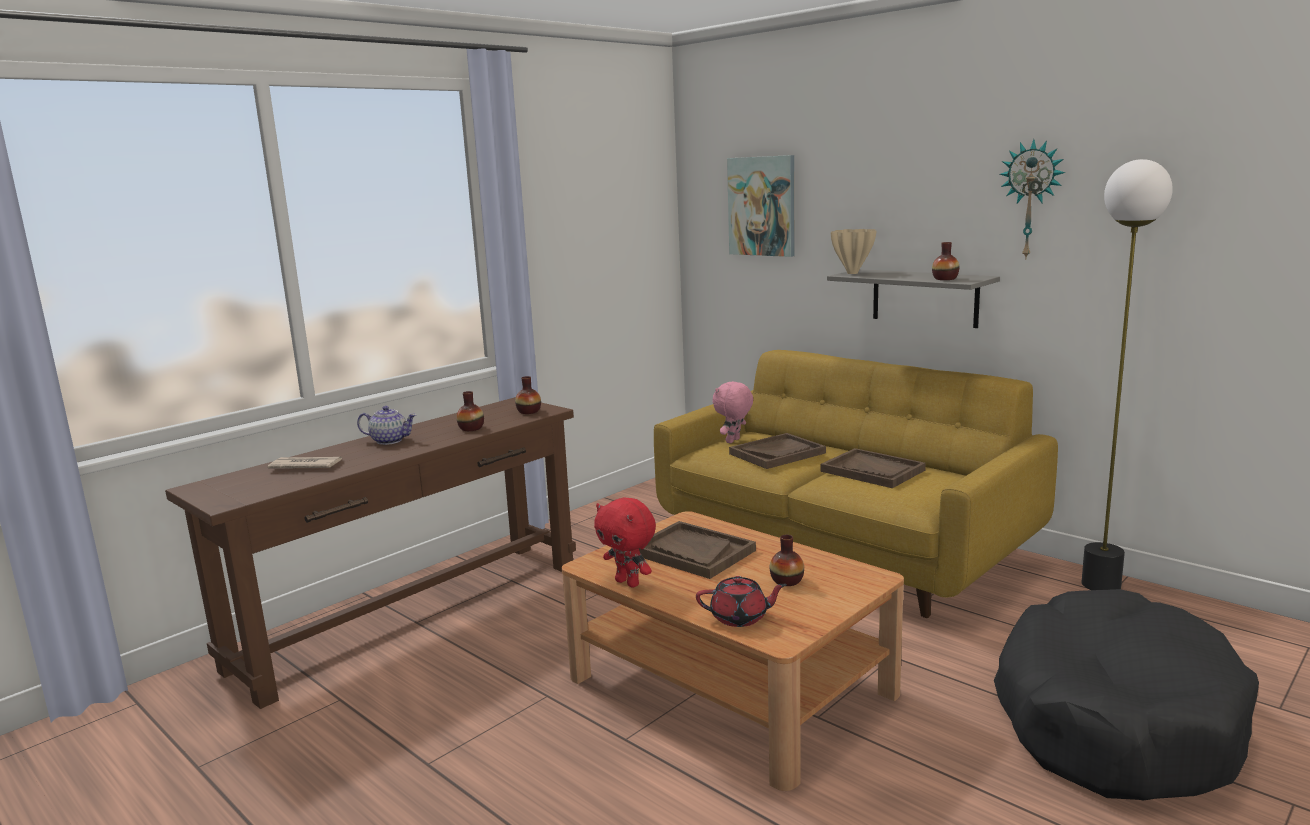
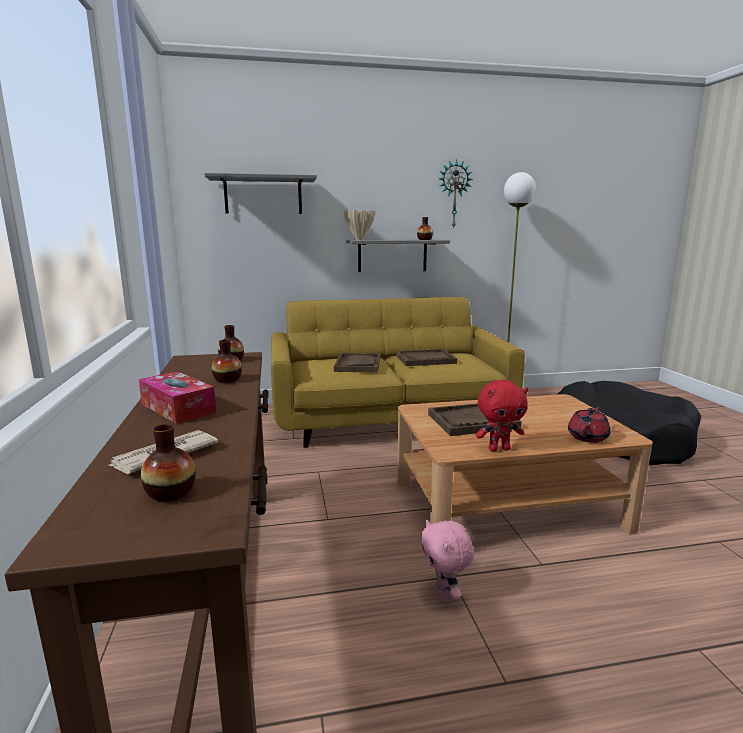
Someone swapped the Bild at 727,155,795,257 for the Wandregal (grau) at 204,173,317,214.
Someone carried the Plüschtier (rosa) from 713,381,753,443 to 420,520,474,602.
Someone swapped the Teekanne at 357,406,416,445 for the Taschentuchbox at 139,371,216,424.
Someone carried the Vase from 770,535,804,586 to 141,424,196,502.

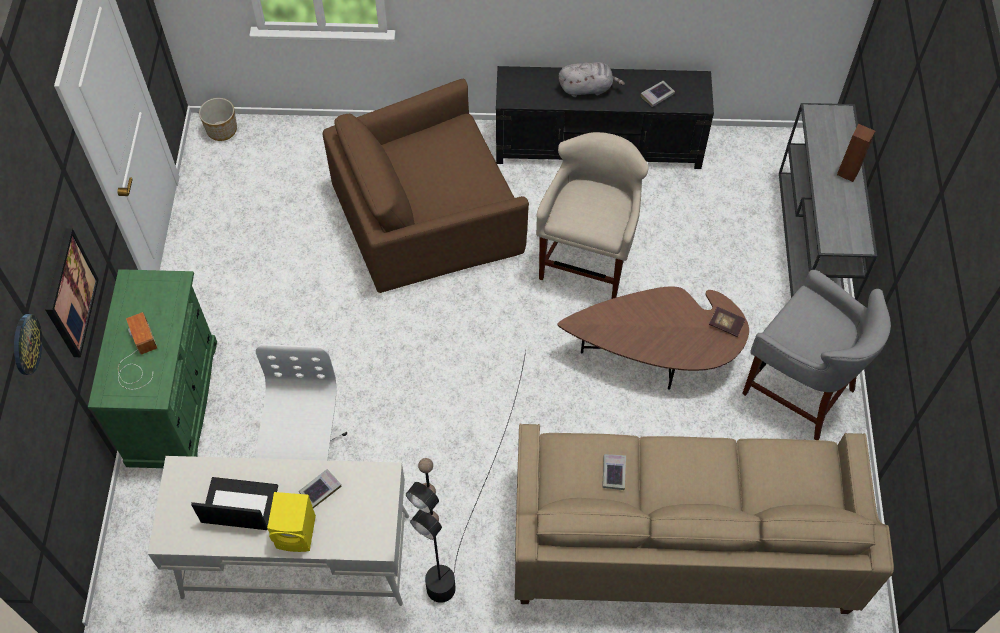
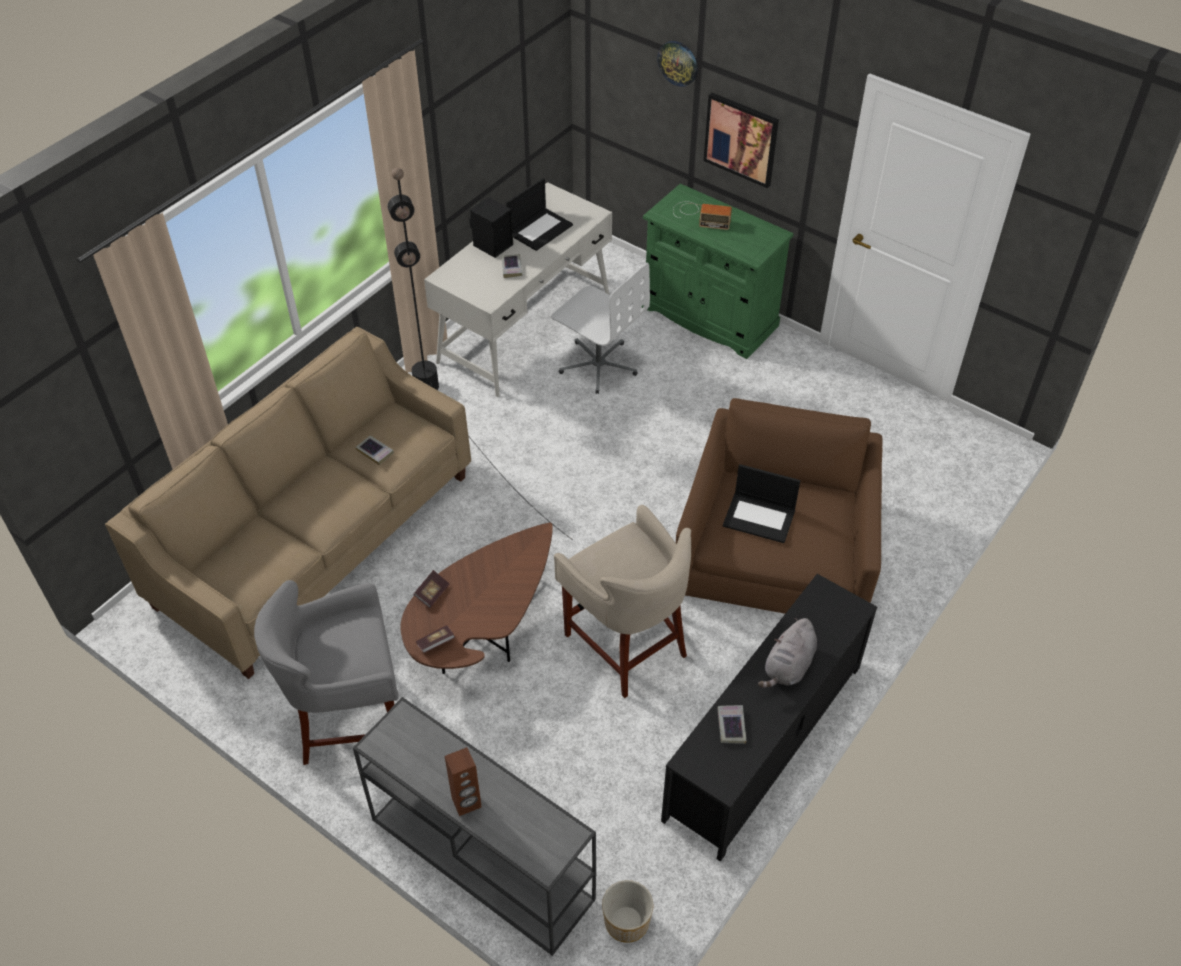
Someone carried the Pflanzkübel from 199,98,237,141 to 602,880,653,943.
Someone repainted the Lautsprecher (gelb) at 267,492,316,552, which became the Lautsprecher (schwarz) at 470,197,513,258.
Someone put down the Laptop at 723,464,800,543.
Someone put down the Buch at 413,570,449,608.

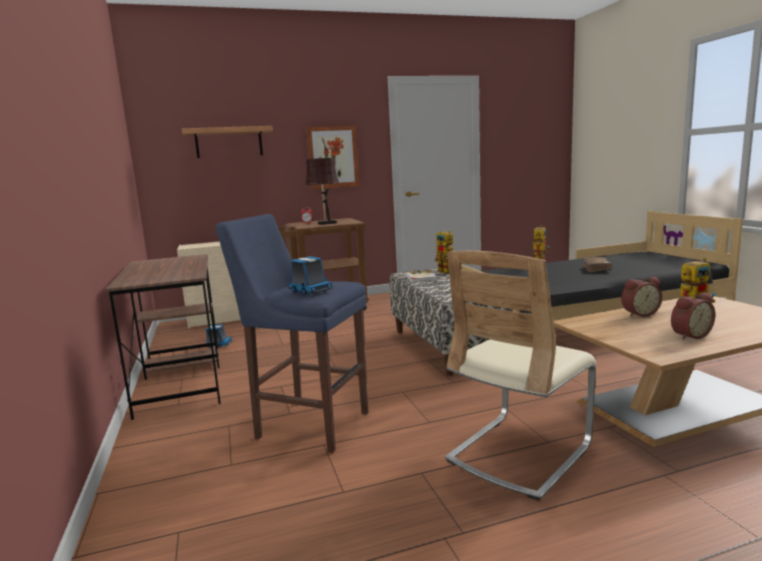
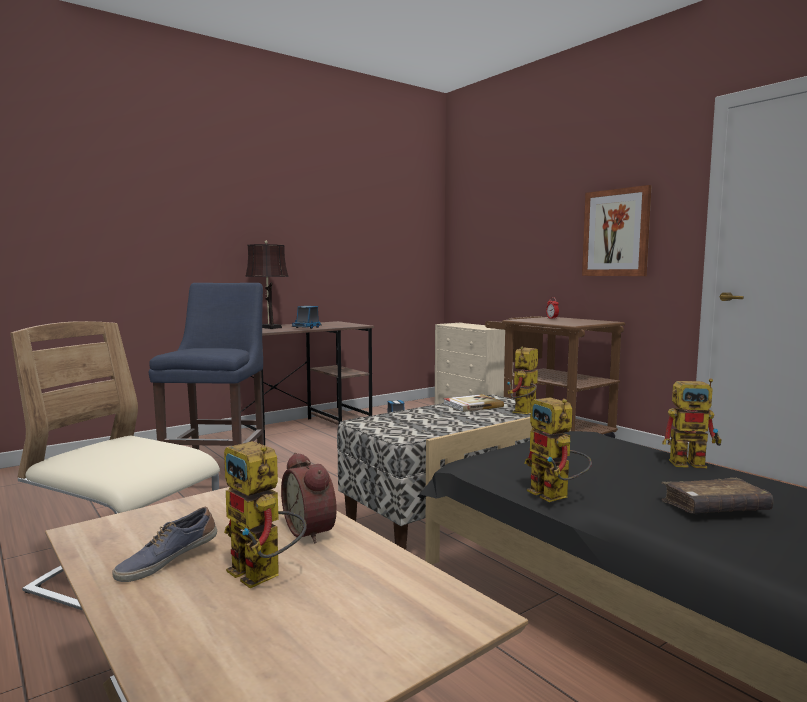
Someone took away the Wandregal at 182,126,273,158.
Someone carried the Tischlampe (braun) from 305,155,339,225 to 245,241,289,329.
Someone carried the Spielzeuglaster from 288,256,333,295 to 292,306,322,329.
Someone swapped the Wecker at 671,292,715,340 for the Schuh at 112,507,217,582.
Someone put down the Spielzeugroboter at 524,397,592,502.

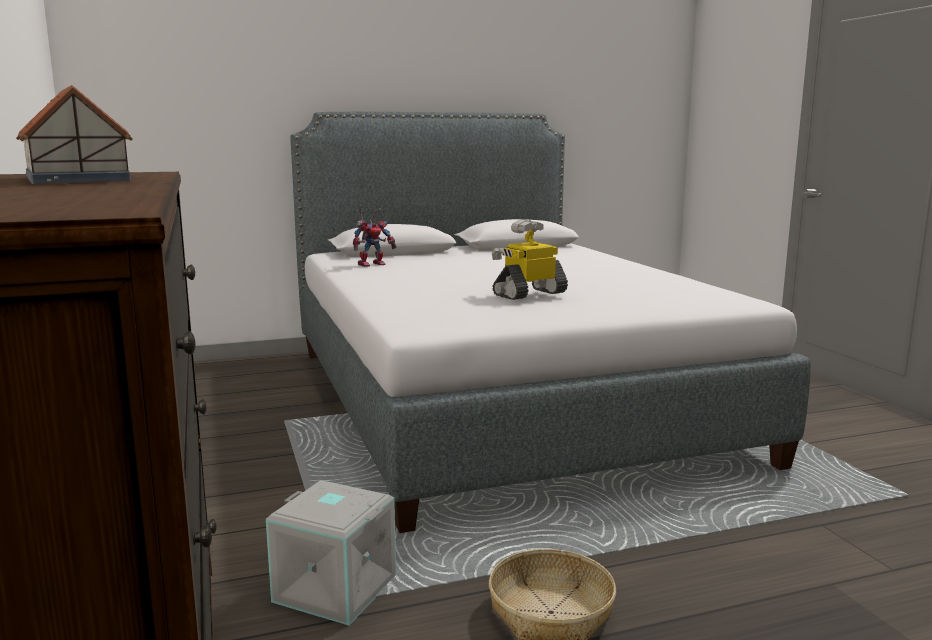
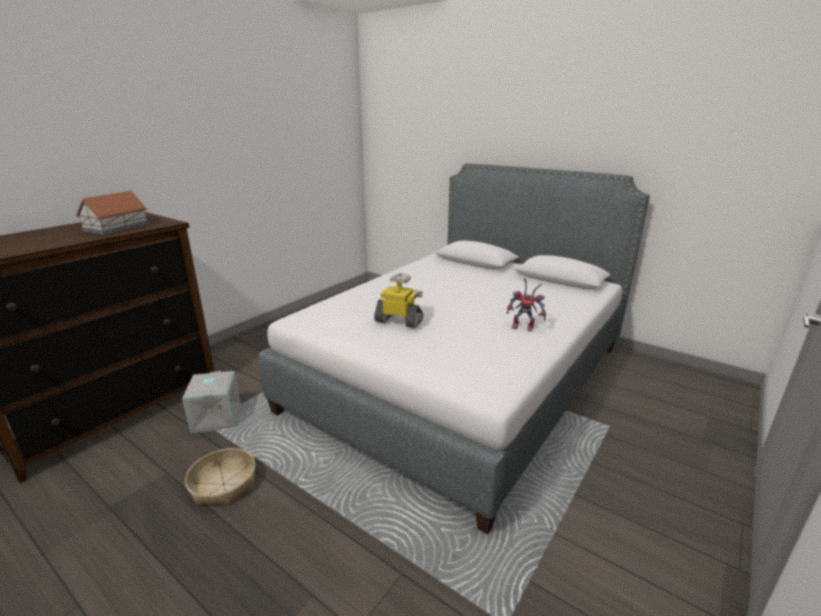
Someone carried the Spielzeugroboter from 353,205,397,267 to 506,278,546,331.

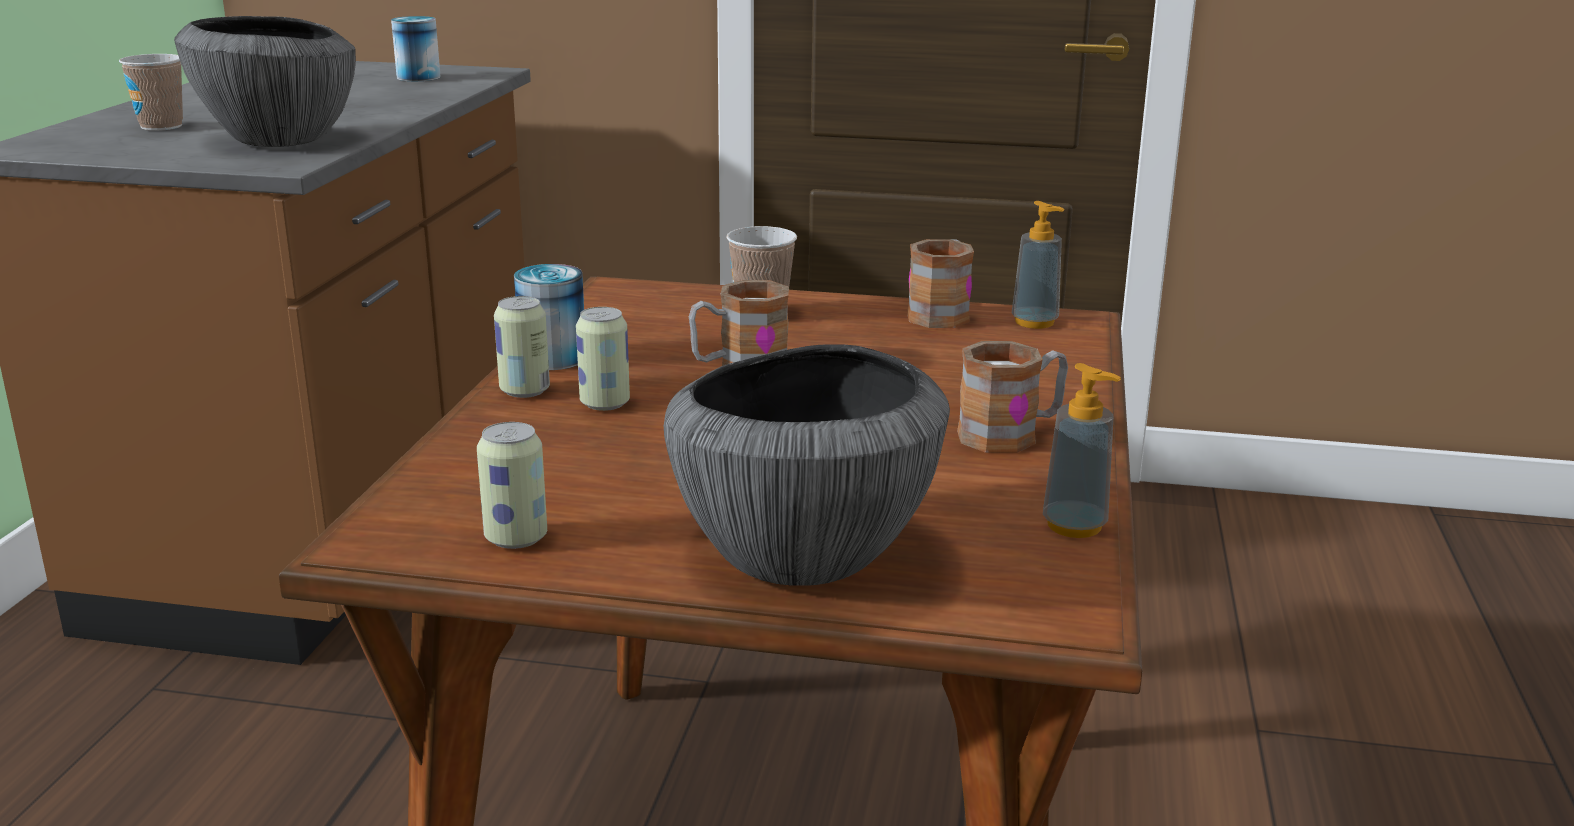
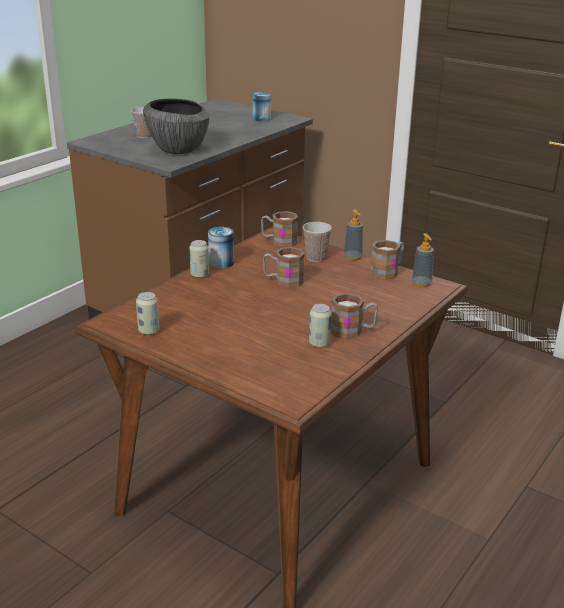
Someone carried the Dose from 576,307,630,411 to 309,304,332,348.
Someone took away the Schüssel at 664,344,950,586.
Someone carried the Seifenspender from 1043,363,1121,538 to 344,209,363,261.
Someone put down the Henkelbecher at 261,211,298,248.

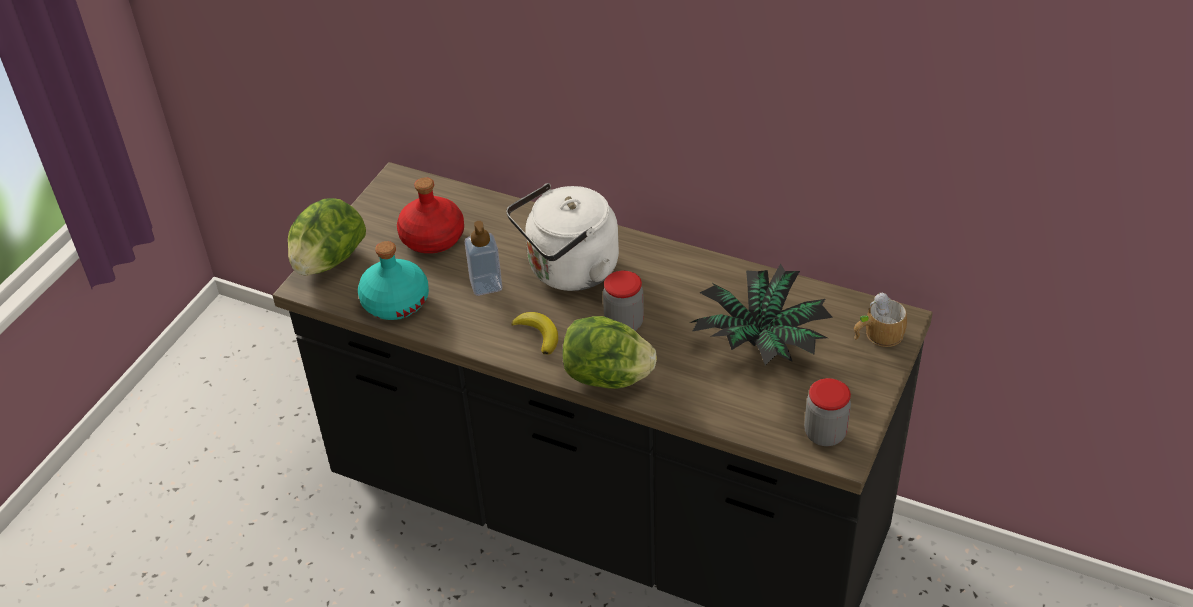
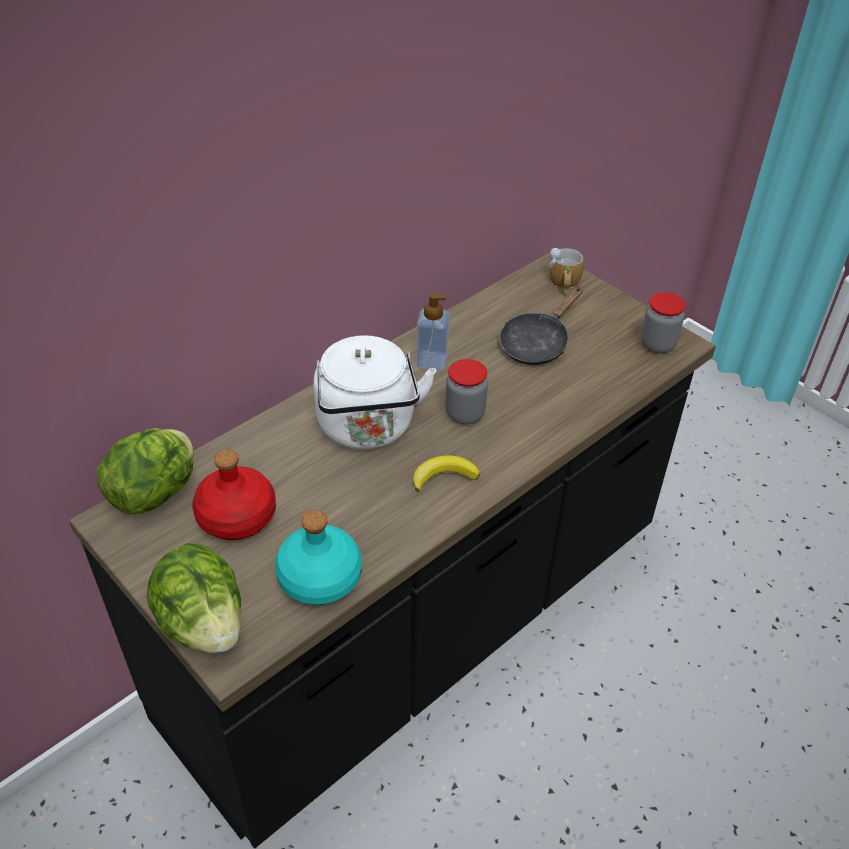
Someone carried the Seifenspender from 465,221,502,296 to 416,293,449,370.
Someone swapped the Topfpflanze at 690,263,833,365 for the Pfanne (schwarz) at 499,287,583,365.
Someone carried the Salatkopf from 562,316,657,389 to 96,428,194,514.

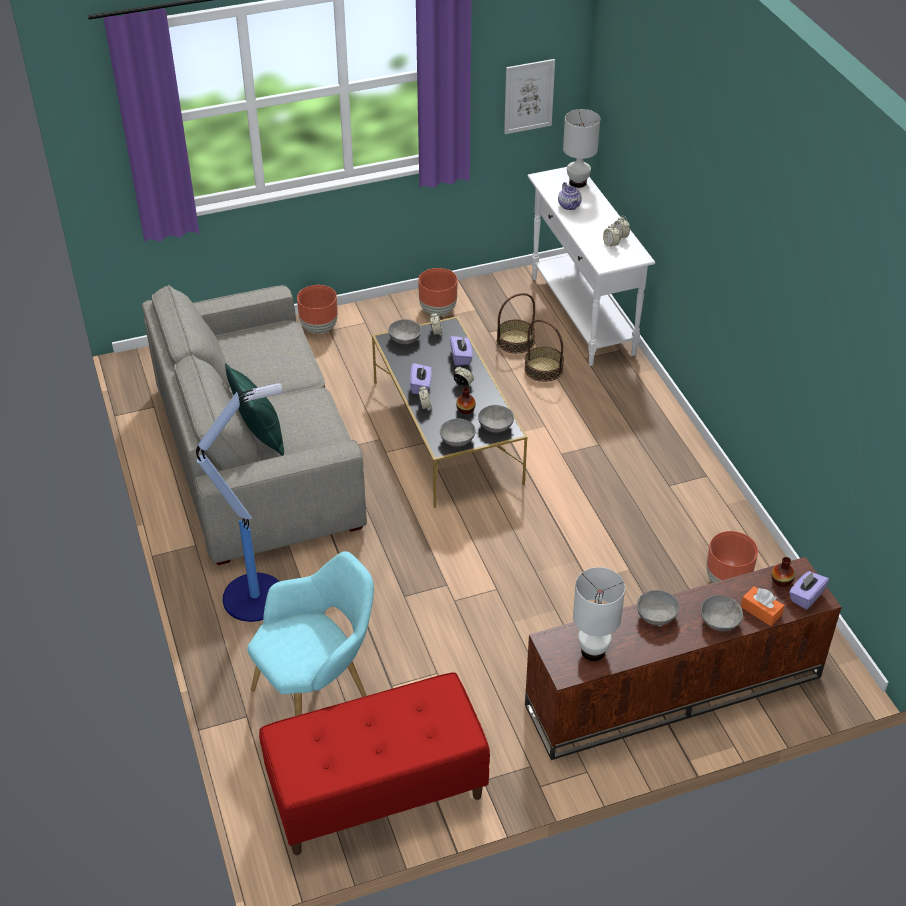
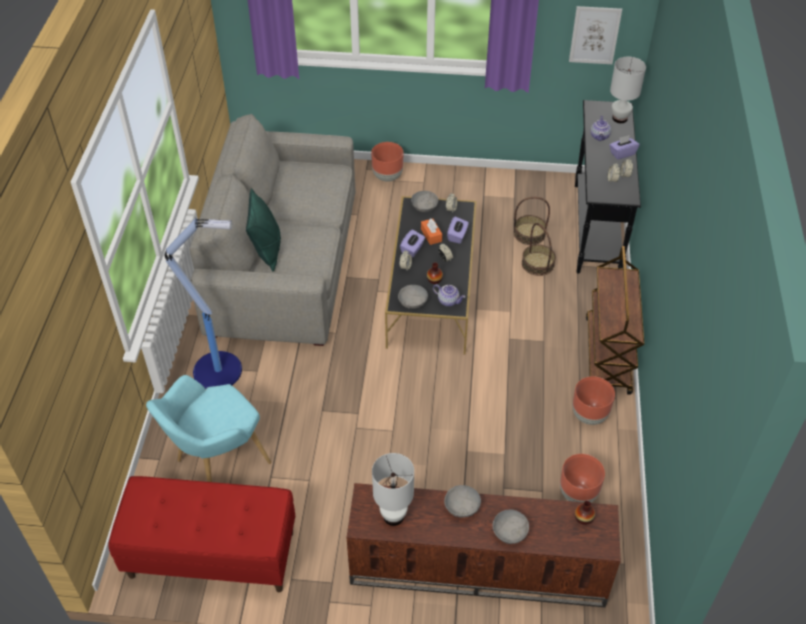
Someone repainted the Konsolentisch (weiß) at 527,167,655,366, which became the Konsolentisch (schwarz) at 575,100,641,274.
Someone carried the Pflanzkübel (braun) from 418,268,458,316 to 573,376,615,425.
Someone swapped the Schüssel (grau) at 478,405,514,433 for the Teekanne at 433,284,465,306.
Someone rotated the Sessel (türkis) at 247,551,374,716 by 150 degrees clockwise.
Someone carried the Taschentuchbox (lila) from 789,571,829,610 to 609,135,640,160.
Someone carried the Taschentuchbox (orange) from 741,586,784,626 to 421,218,442,245.
Someone put down the Rollwagen (braun) at 586,246,644,395.

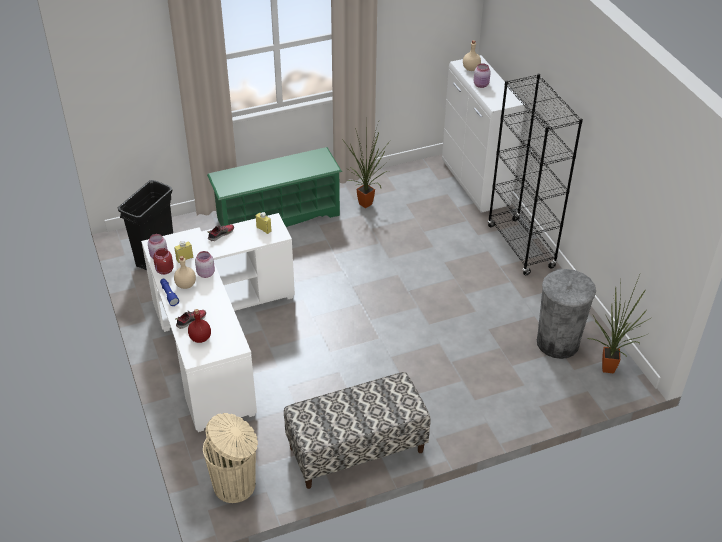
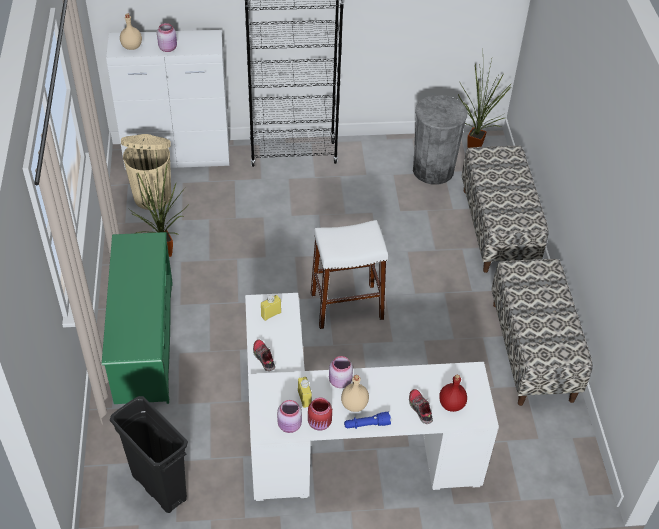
Someone carried the Mülleimer (beige) from 203,413,258,503 to 121,134,171,210.
Someone put down the Bank at 462,146,549,273.
Someone put down the Hocker (weiß) at 311,220,388,329.

